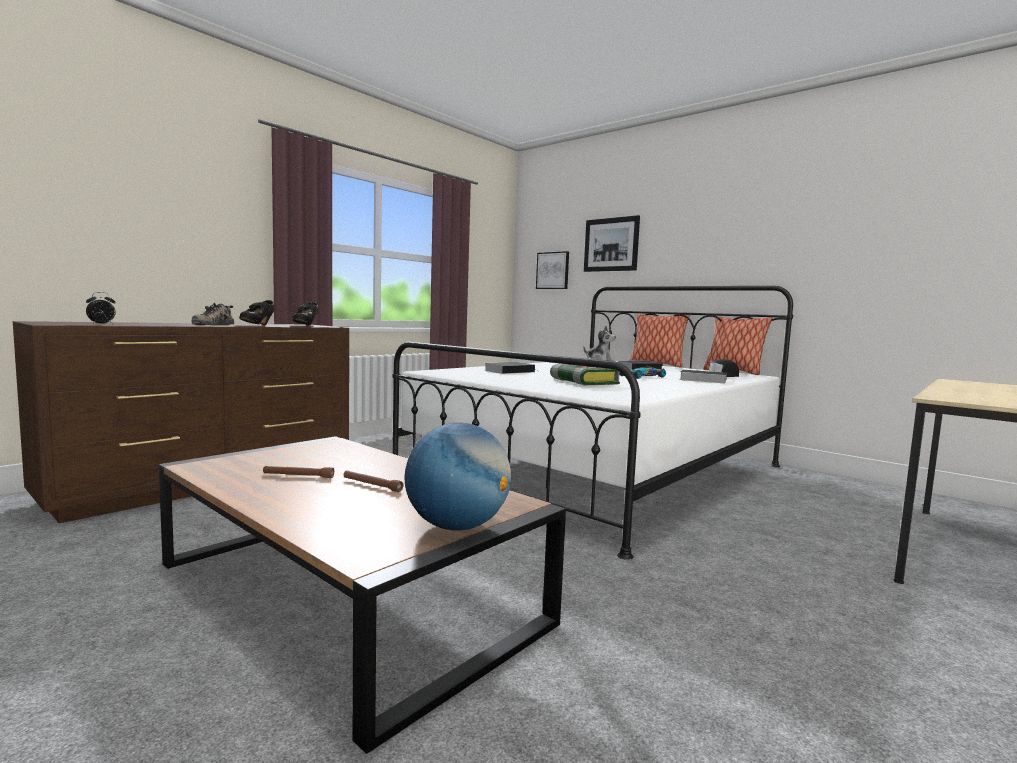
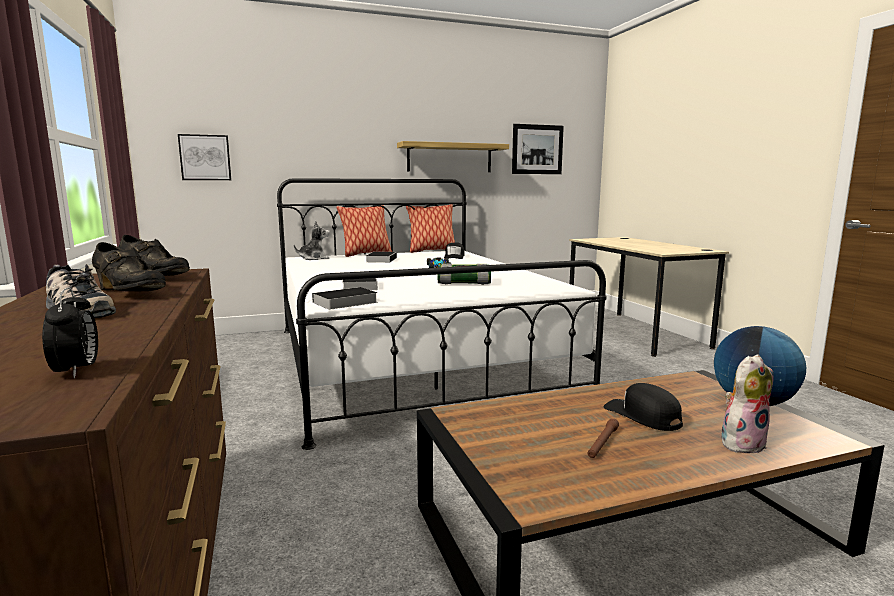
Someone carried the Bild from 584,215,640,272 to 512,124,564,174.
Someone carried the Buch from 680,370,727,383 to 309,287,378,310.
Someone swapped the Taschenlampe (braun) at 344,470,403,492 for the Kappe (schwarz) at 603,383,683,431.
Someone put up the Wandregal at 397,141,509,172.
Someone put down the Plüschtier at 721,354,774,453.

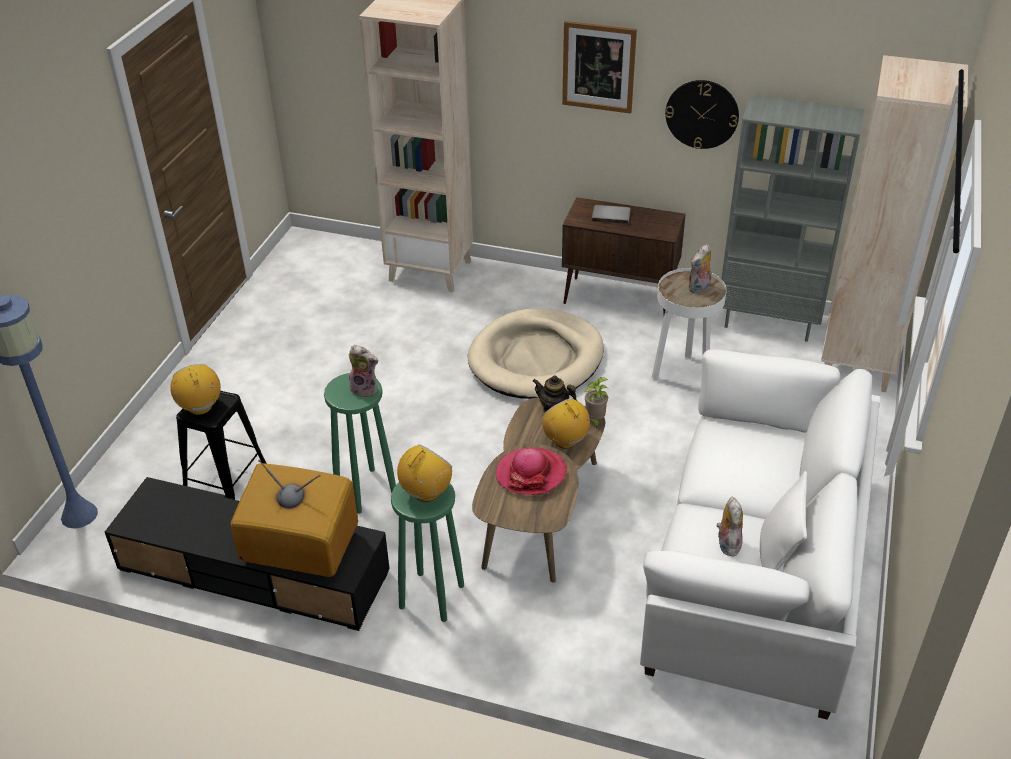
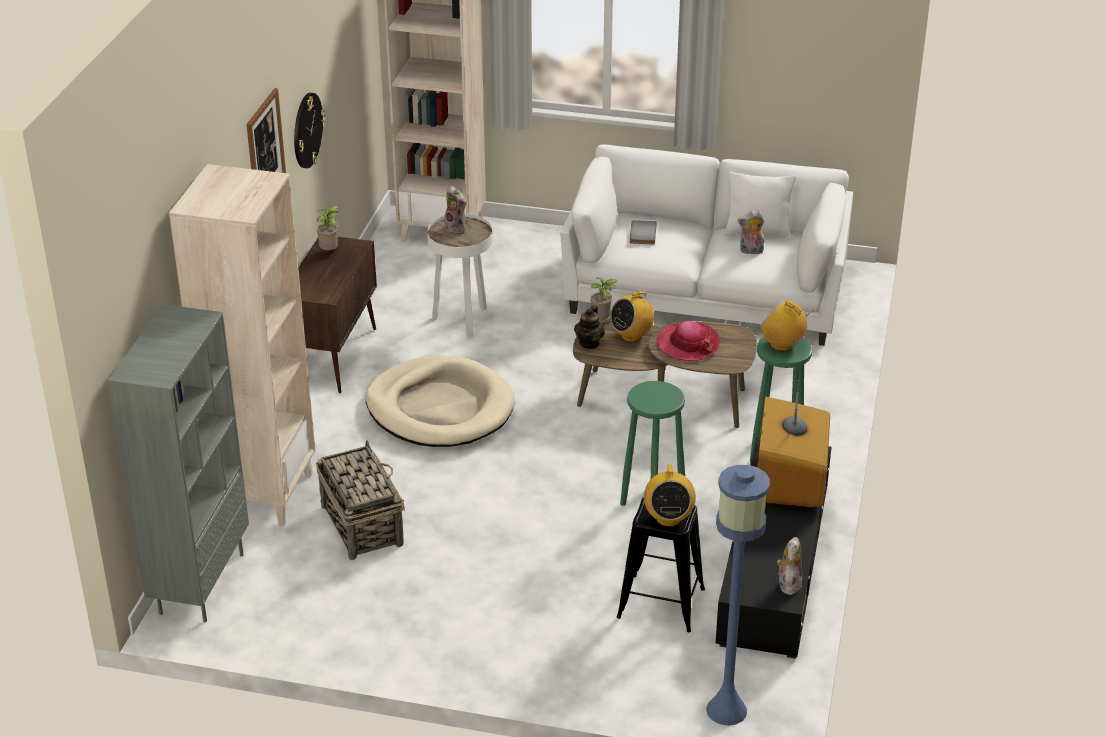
Someone carried the Bücherregal (grau) from 721,95,864,342 to 108,304,249,622.
Someone carried the Buch (grau) from 592,205,630,224 to 630,220,657,245.
Someone carried the Plüschtier from 349,345,378,398 to 777,537,802,595.
Someone rotated the Radio at 170,364,221,415 by 60 degrees counterclockwise.
Someone put down the Topfpflanze at 316,206,338,250.
Someone put down the Korb at 316,440,405,560.

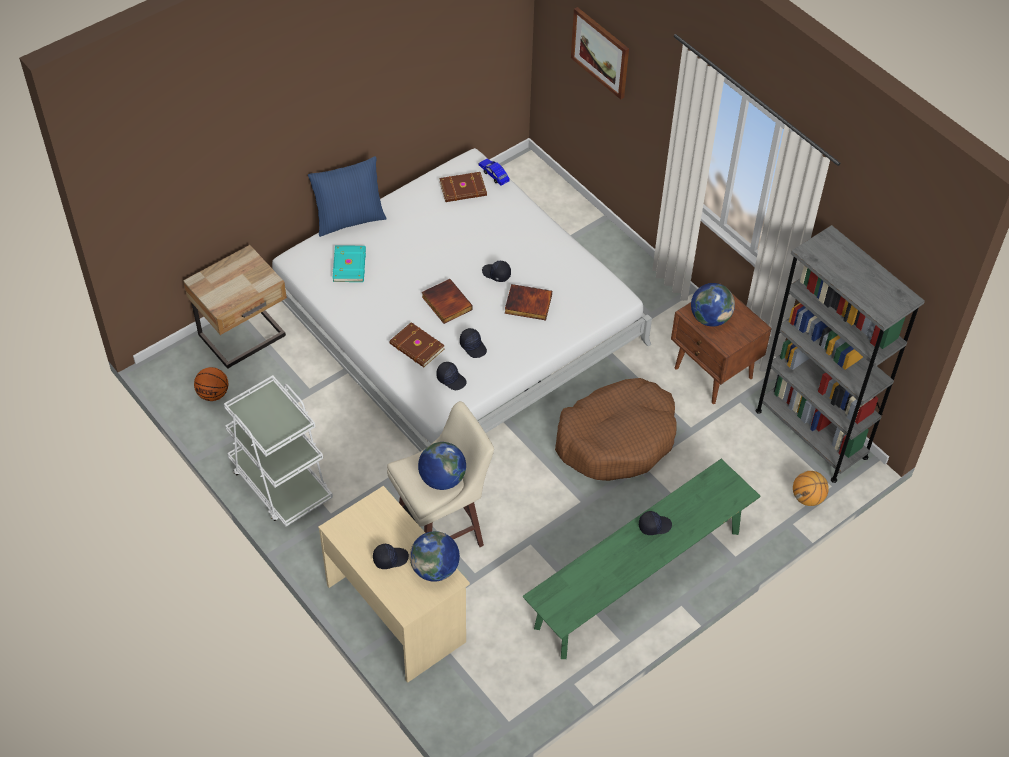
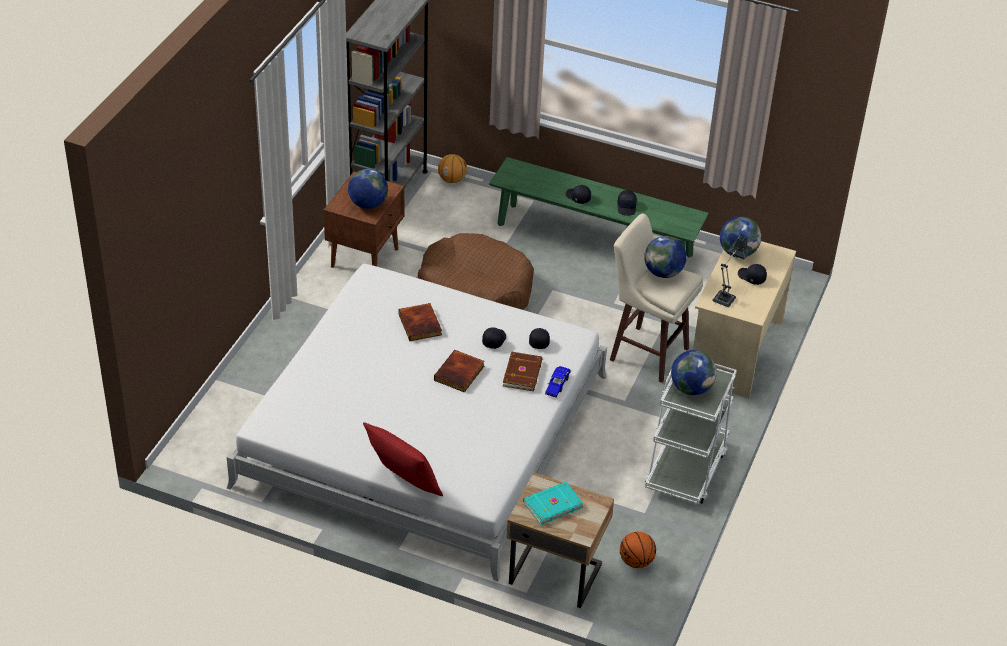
Someone took away the Bild at 571,7,629,99.
Someone repainted the Kissen (blau) at 308,156,387,237, which became the Kissen (rot) at 363,422,443,496.
Someone carried the Spielzeugauto (blau) from 479,159,510,186 to 545,366,571,397.
Someone took away the Buch (braun) at 439,172,487,202.
Someone carried the Buch (türkis) from 333,246,366,282 to 523,481,584,525.
Someone carried the Kappe (schwarz) from 482,261,511,282 to 618,190,637,216.
Someone put down the Tischlampe at 712,234,752,307.
Someone put down the Globus at 671,350,717,395.

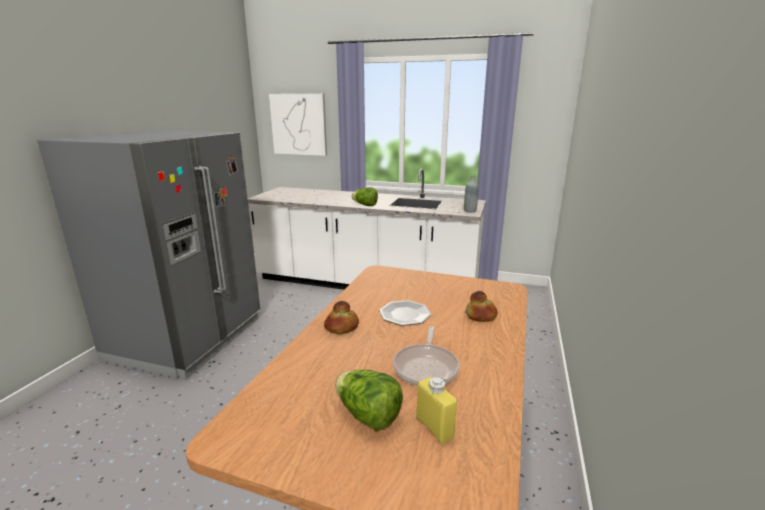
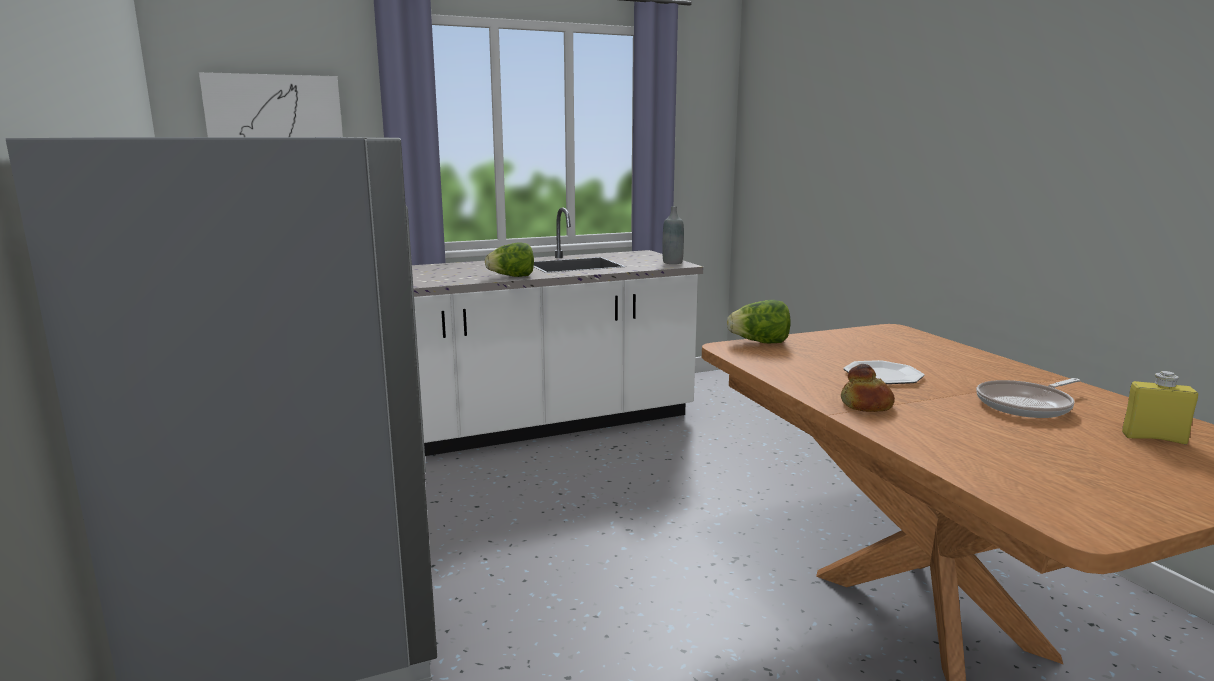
Someone took away the Brot at 466,291,498,322.
Someone rotated the Pfanne at 393,326,460,386 by 90 degrees clockwise.
Someone carried the Salatkopf from 335,370,403,431 to 727,300,791,344.

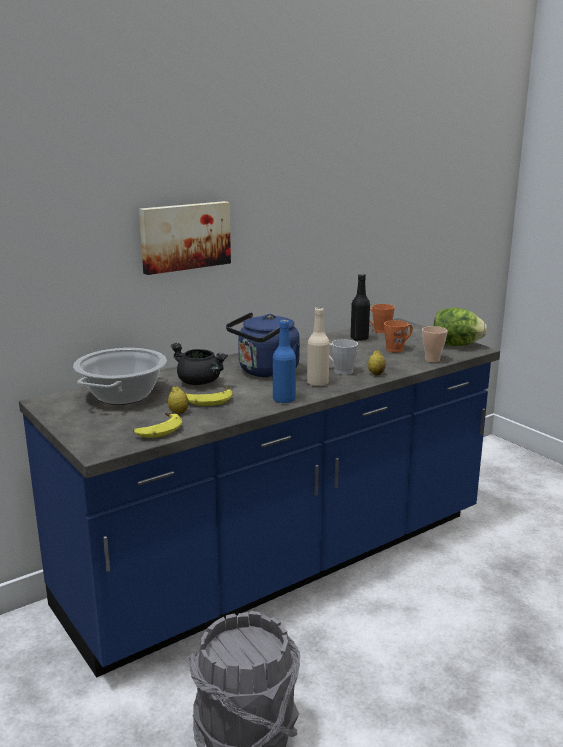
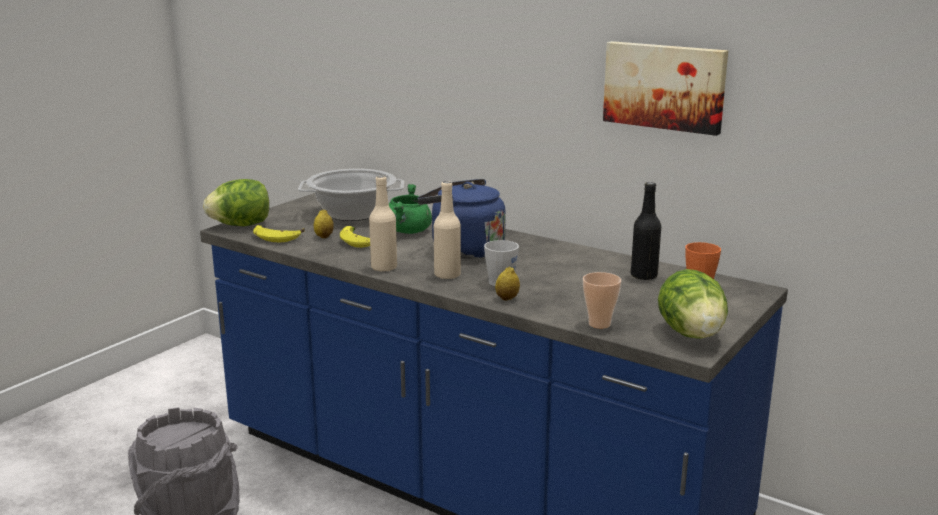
Someone carried the Bild from 139,201,231,275 to 603,41,728,136.
Someone repainted the Flasche (blau) at 273,320,296,403, which became the Flasche (beige) at 369,176,397,271.
Someone took away the Henkelbecher (orange) at 384,320,413,352.
Someone repainted the Kochtopf (schwarz) at 170,343,228,385, which became the Kochtopf (grün) at 389,184,432,234.
Someone put down the Salatkopf at 203,179,269,226.

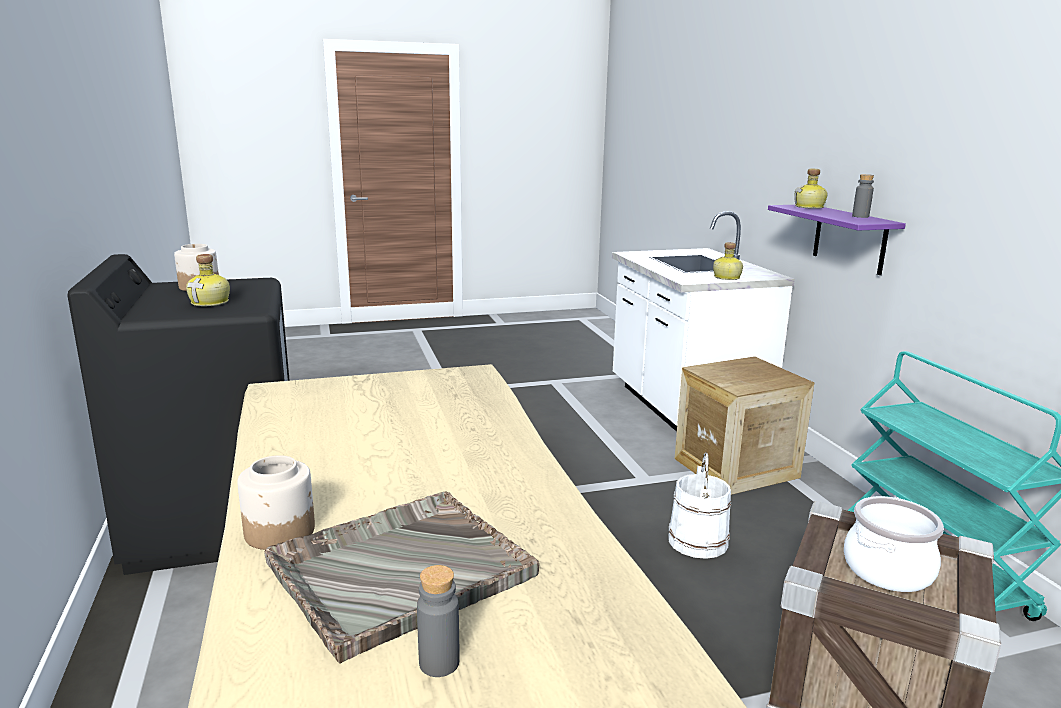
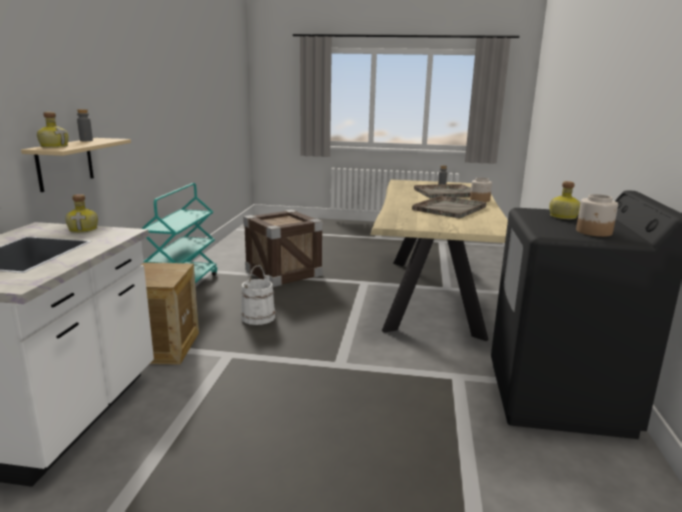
Someone repainted the Wandregal (lila) at 768,205,906,275, which became the Wandregal (beige) at 21,138,131,192.
Someone took away the Kochtopf at 844,496,944,592.
Someone put down the Tablett (grau) at 412,196,486,218.

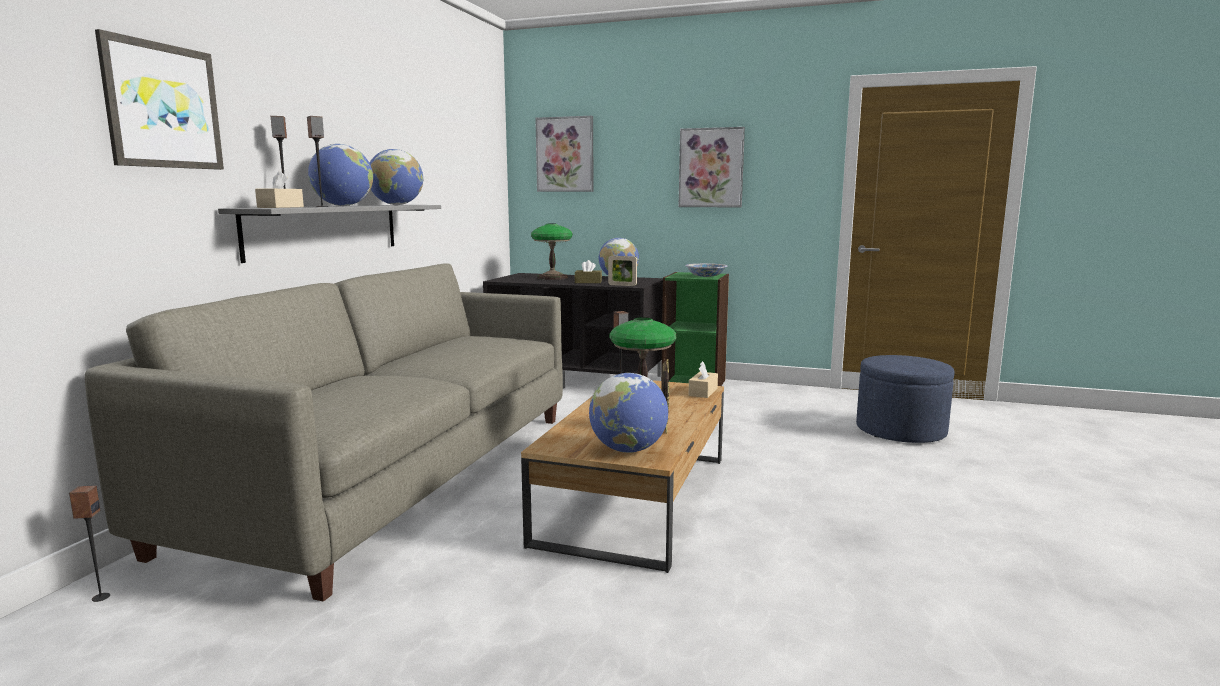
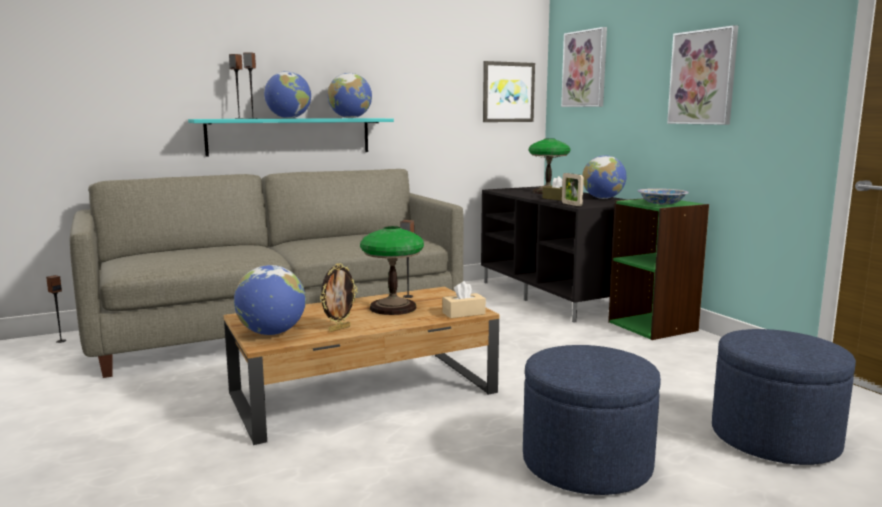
Someone carried the Bild from 95,29,224,170 to 483,61,535,122.
Someone took away the Taschentuchbox (beige) at 255,171,304,208.
Someone repainted the Wandregal (grau) at 218,205,441,263, which became the Wandregal (türkis) at 188,118,394,157.
Someone put down the Polsterhocker (blau) at 523,345,661,495.

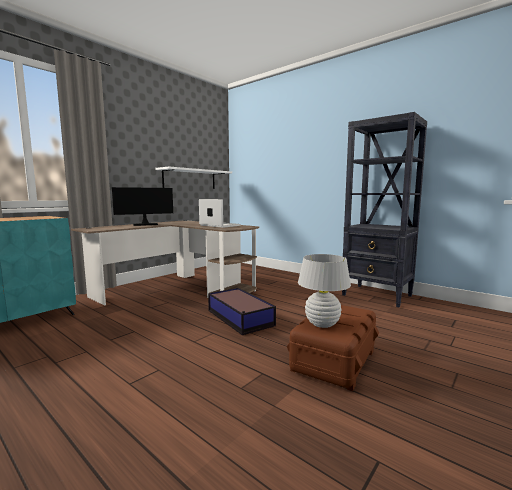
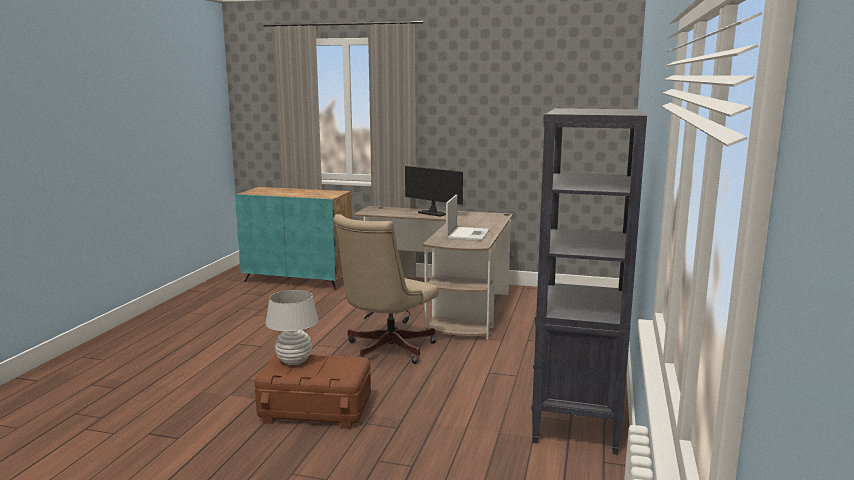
Someone took away the Wandregal (weiß) at 155,167,232,189.
Someone swapped the Aufbewahrungsbox at 208,288,276,335 for the Bürostuhl (beige) at 333,214,438,364.

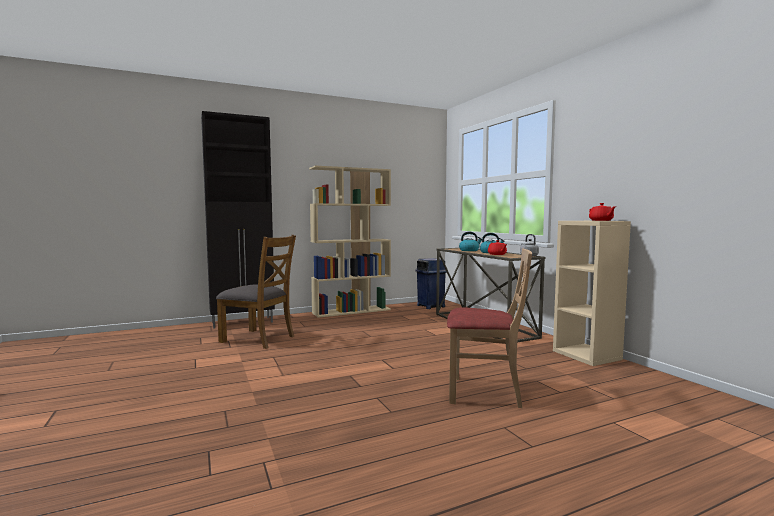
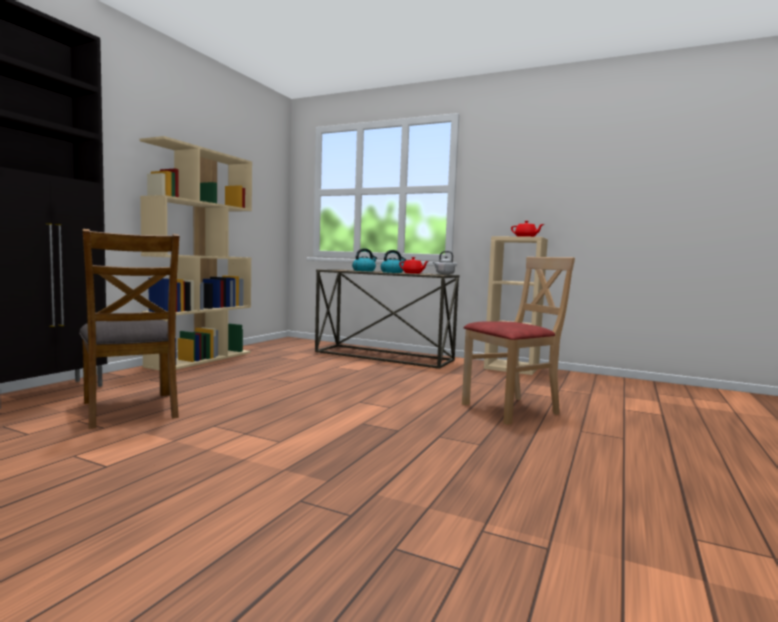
Someone rotated the Stuhl (braun) at 216,235,296,349 by 75 degrees clockwise.
Someone took away the Mülleimer (blau) at 415,258,446,309.

